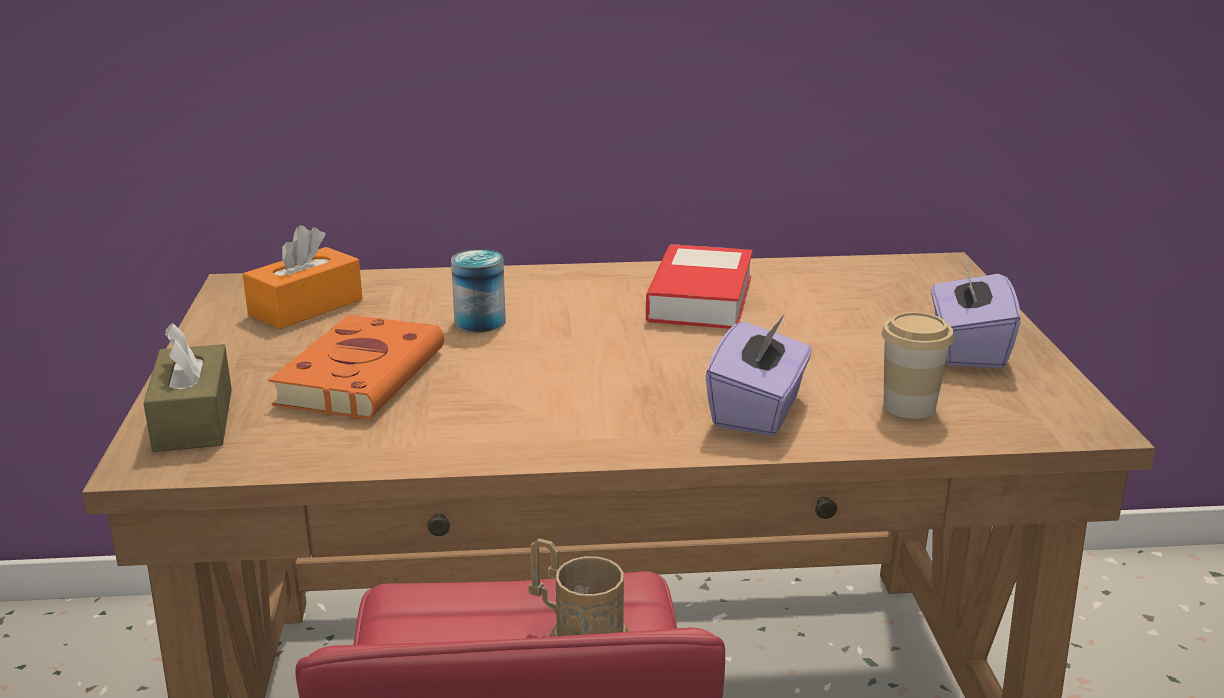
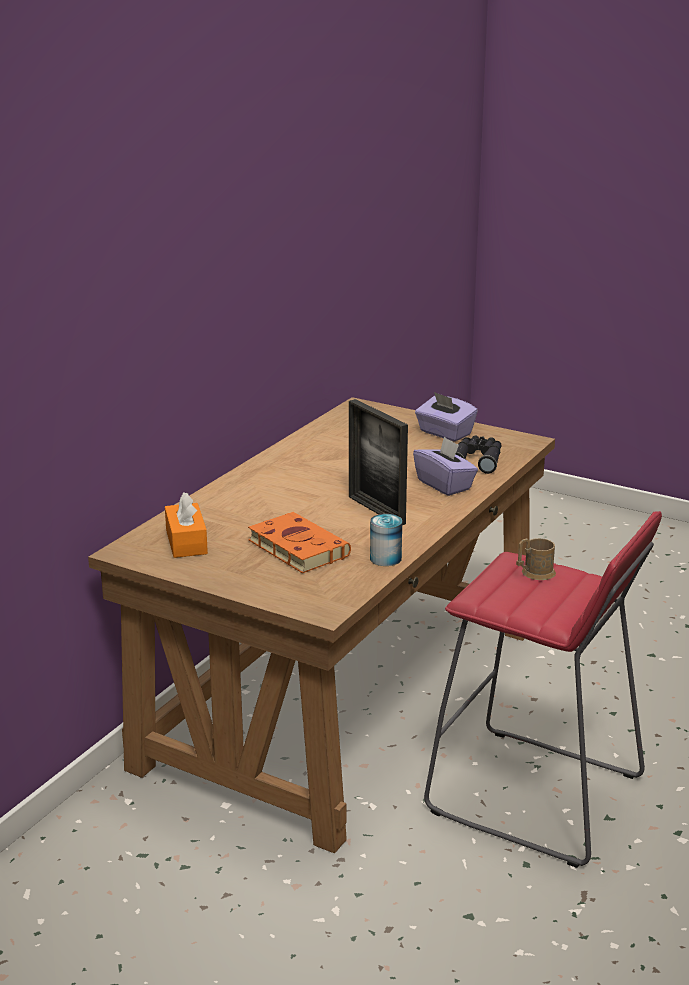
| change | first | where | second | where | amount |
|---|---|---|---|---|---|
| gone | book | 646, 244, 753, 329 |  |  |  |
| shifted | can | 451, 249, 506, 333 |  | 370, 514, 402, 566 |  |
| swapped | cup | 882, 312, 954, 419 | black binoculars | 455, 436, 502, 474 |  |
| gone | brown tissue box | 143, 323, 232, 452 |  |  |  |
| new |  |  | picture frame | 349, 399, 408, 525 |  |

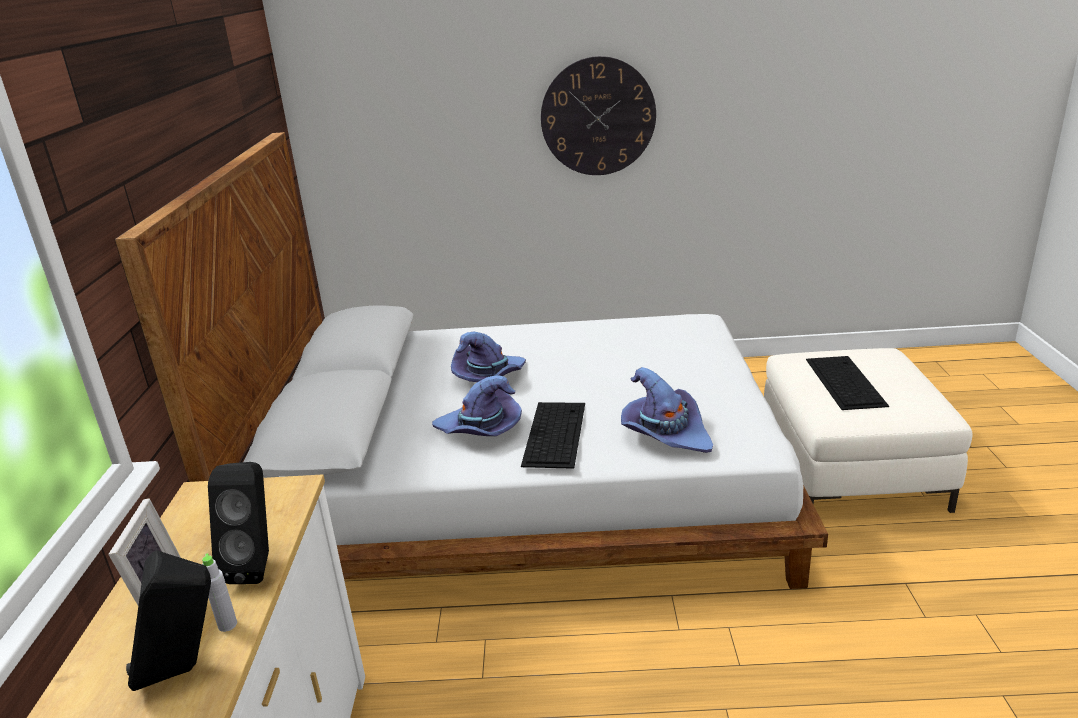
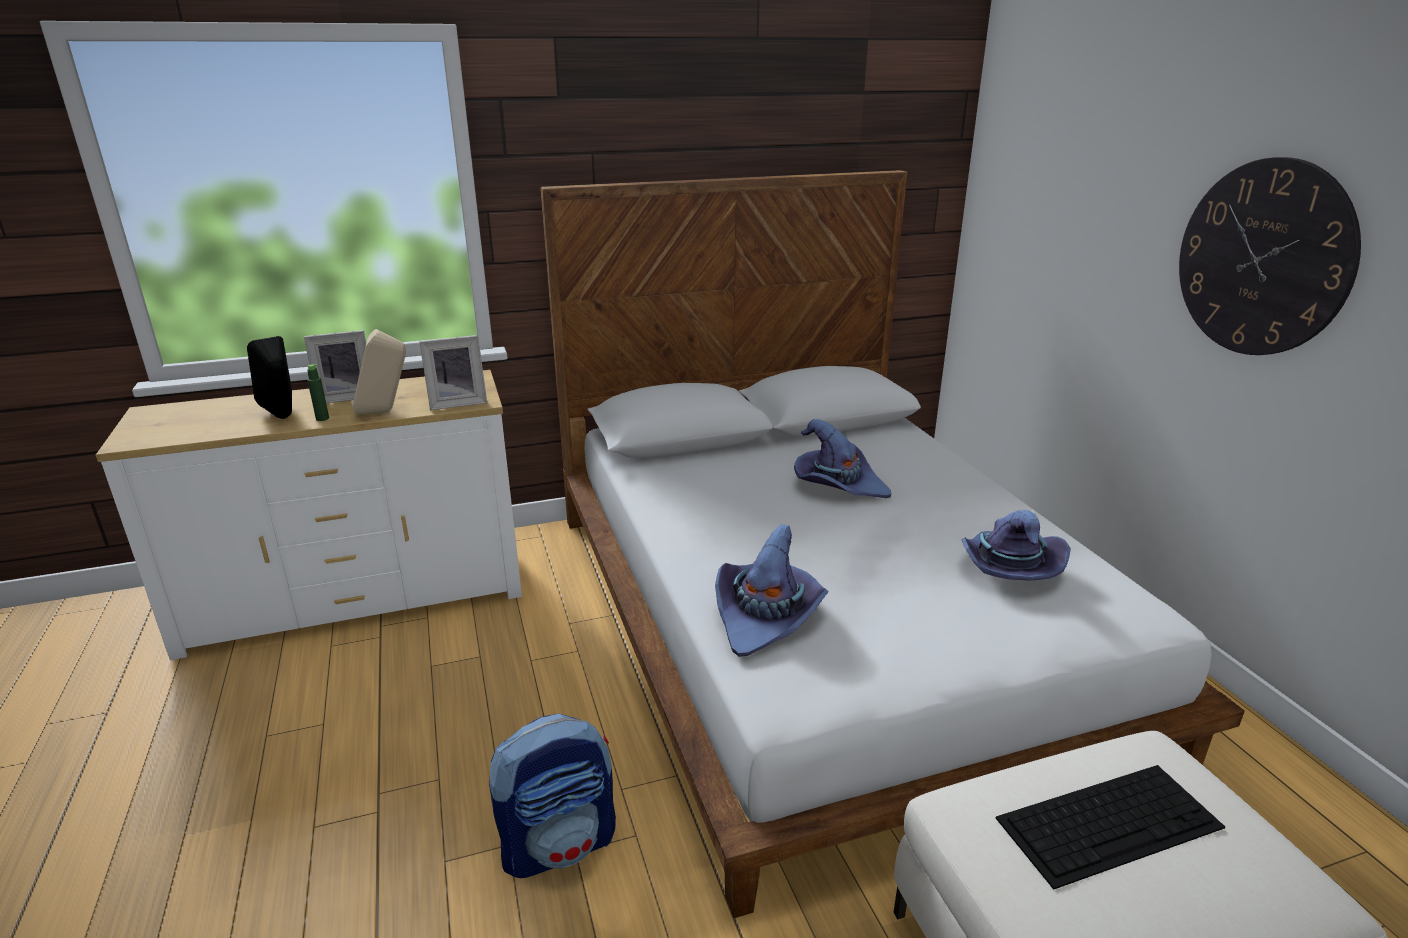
| change | first | where | second | where | amount |
|---|---|---|---|---|---|
| shifted | purple hat | 432, 375, 522, 436 |  | 962, 510, 1071, 581 |  |
| gone | keyboard | 521, 402, 585, 469 |  |  |  |
| repainted | black speaker | 208, 462, 269, 584 | beige speaker | 351, 329, 406, 415 |  |
| repainted | grey bottle | 202, 553, 237, 632 | green bottle | 307, 364, 329, 421 |  |
| new |  |  | picture frame | 419, 335, 487, 410 |  |
| new |  |  | backpack | 489, 714, 616, 878 |  |

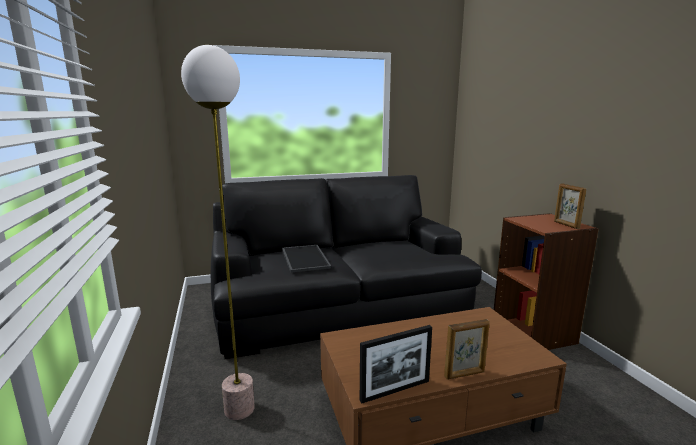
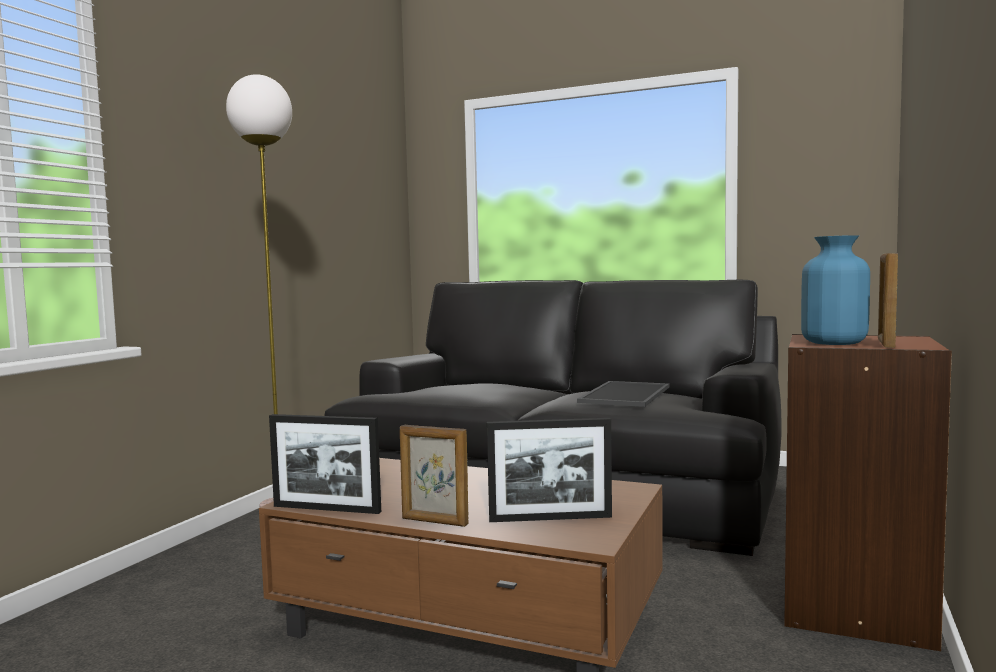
| change | first | where | second | where | amount |
|---|---|---|---|---|---|
| shifted | tray | 282, 245, 331, 273 |  | 577, 381, 669, 407 |  |
| new |  |  | blue vase | 801, 235, 870, 345 |  |
| new |  |  | picture frame | 487, 418, 612, 522 |  |

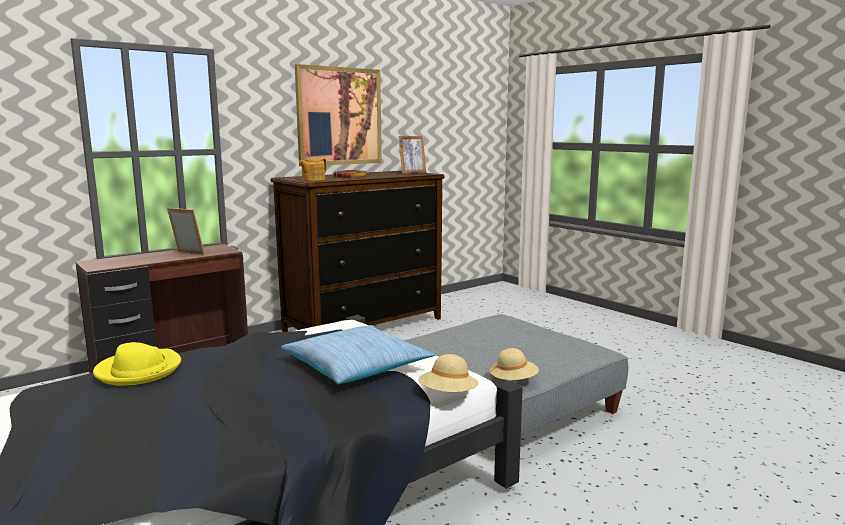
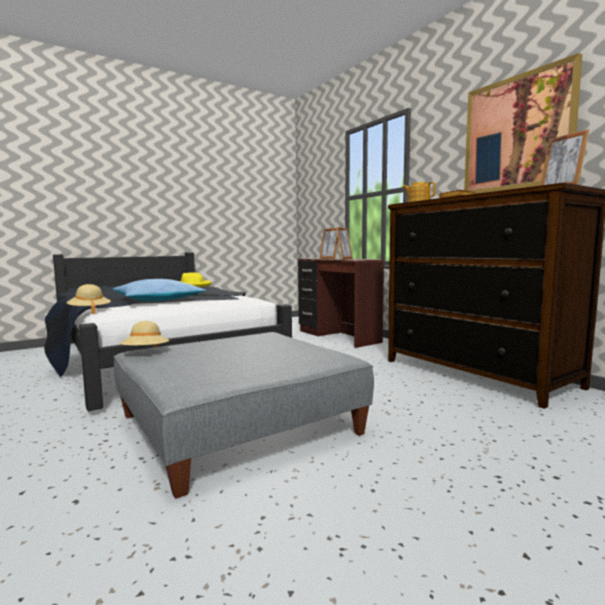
| change | first | where | second | where | amount |
|---|---|---|---|---|---|
| new |  |  | picture frame | 319, 228, 339, 259 |  |

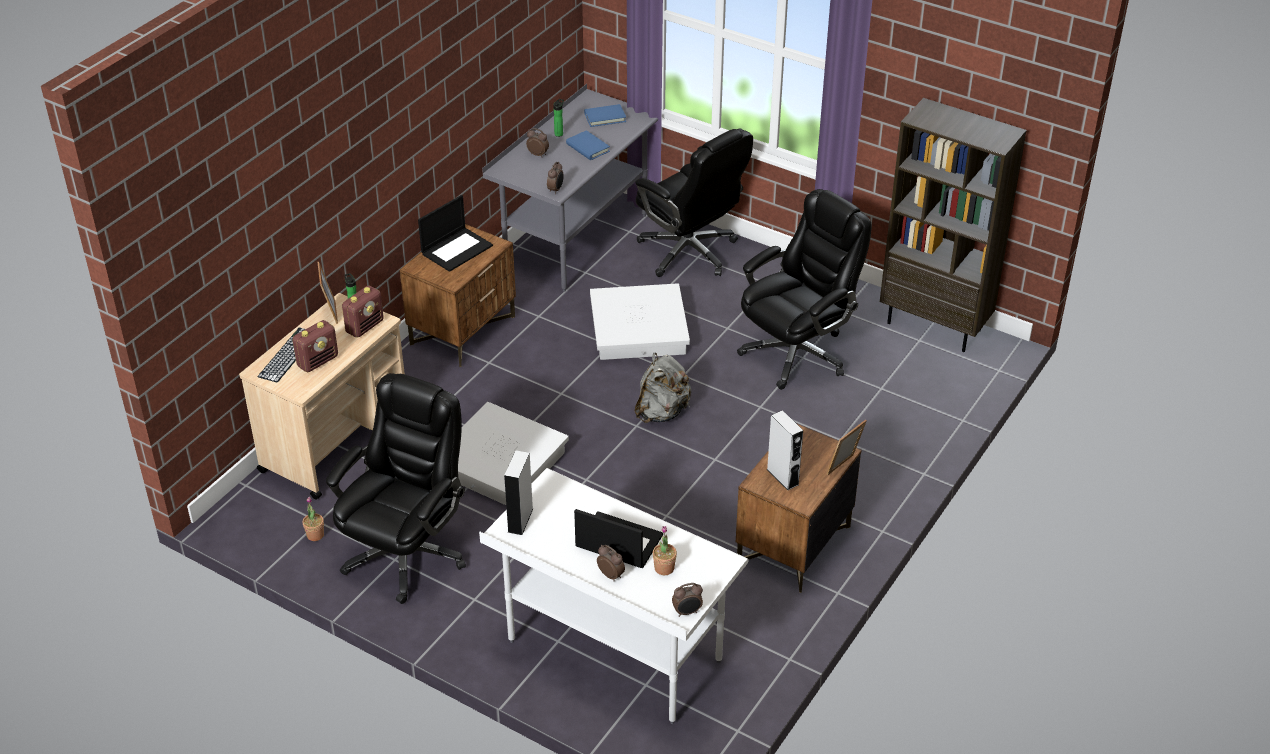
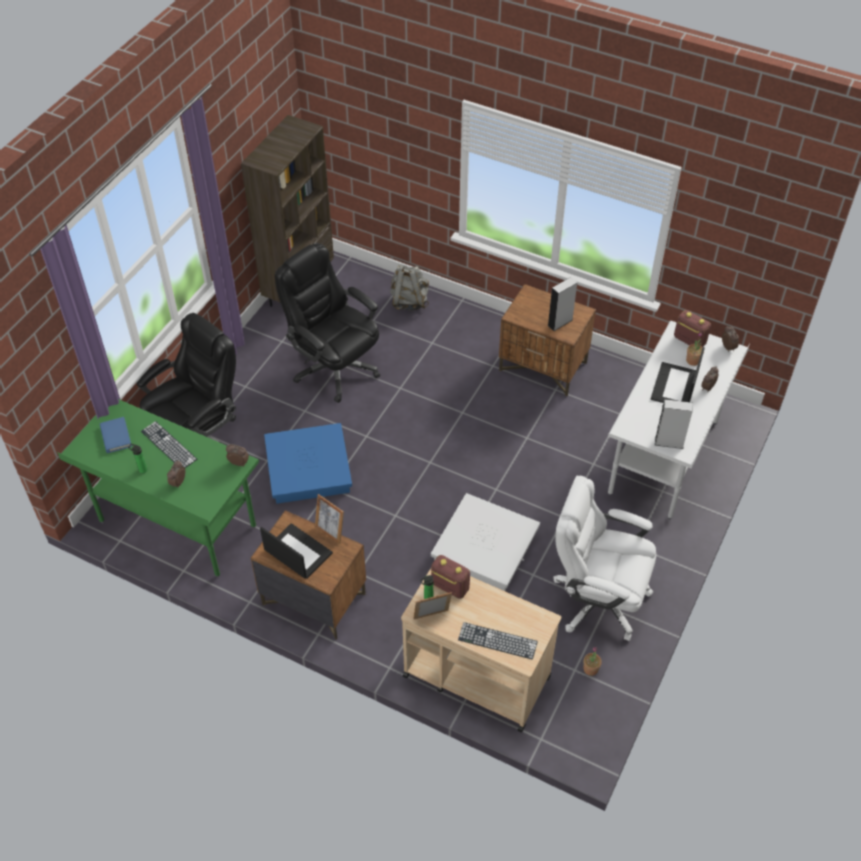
| change | first | where | second | where | amount |
|---|---|---|---|---|---|
| repainted | grey desk | 482, 84, 658, 292 | green desk | 57, 399, 259, 577 |  |
| swapped | blue book | 566, 130, 610, 160 | keyboard | 141, 421, 197, 468 |  |
| repainted | white storage box | 590, 283, 690, 360 | blue storage box | 264, 423, 352, 504 |  |
| shifted | radio | 293, 320, 338, 372 |  | 674, 310, 711, 347 |  |
| shifted | grey backpack | 635, 353, 691, 423 |  | 390, 264, 429, 311 |  |
| repainted | black office chair | 326, 373, 466, 604 | white office chair | 553, 476, 656, 641 |  |
| shifted | picture frame | 826, 420, 867, 476 |  | 315, 494, 344, 544 |  |

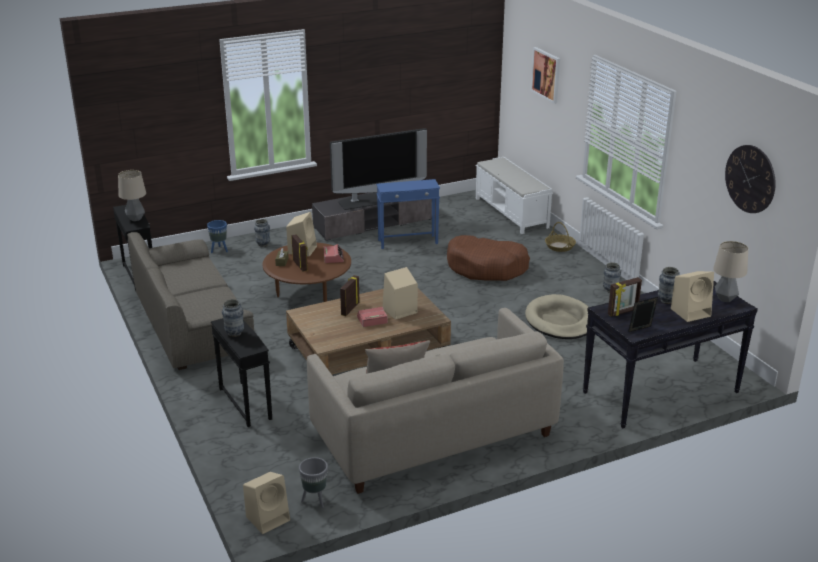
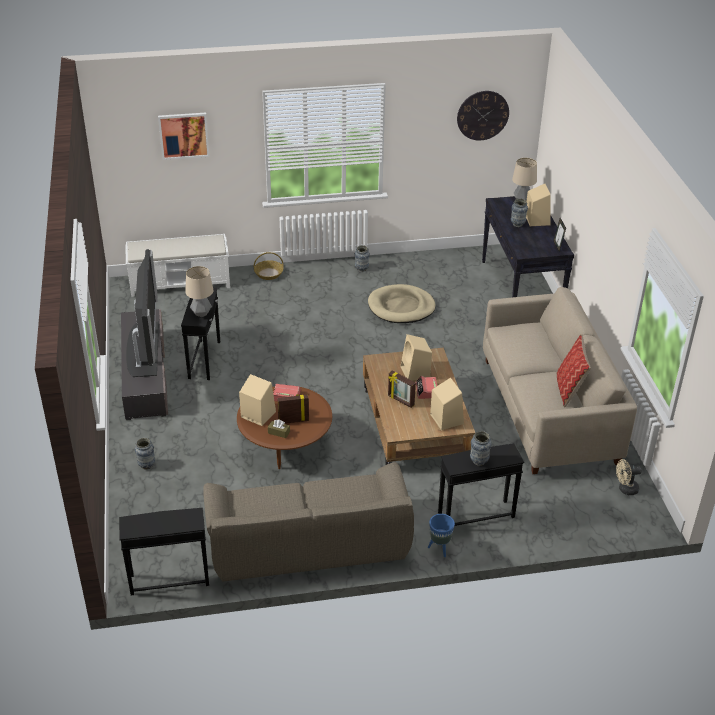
| change | first | where | second | where | amount |
|---|---|---|---|---|---|
| shifted | table lamp | 118, 170, 146, 221 |  | 185, 266, 214, 317 |  |
| repainted | blue side table | 376, 179, 440, 249 | black side table | 181, 288, 220, 380 |  |
| shifted | blue planter | 207, 220, 228, 253 |  | 428, 514, 455, 557 |  |
| gone | brown dog bed | 447, 235, 530, 281 |  |  |  |
| gone | picture frame | 608, 277, 642, 317 |  |  |  |
| swapped | grey planter | 299, 457, 328, 508 | beige fan | 616, 459, 642, 495 |  |
| shifted | beige speaker | 243, 472, 290, 534 |  | 430, 378, 464, 430 |  |

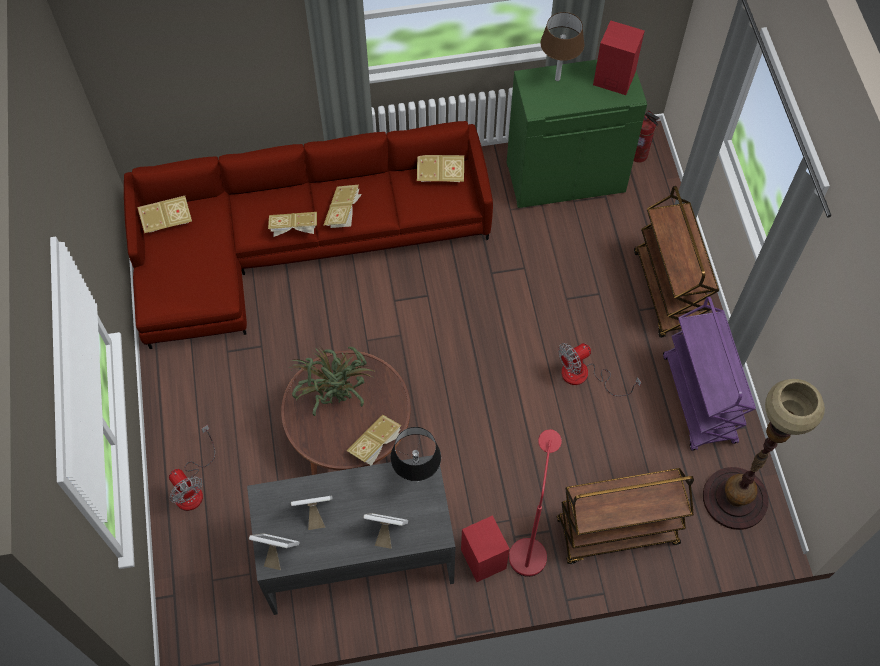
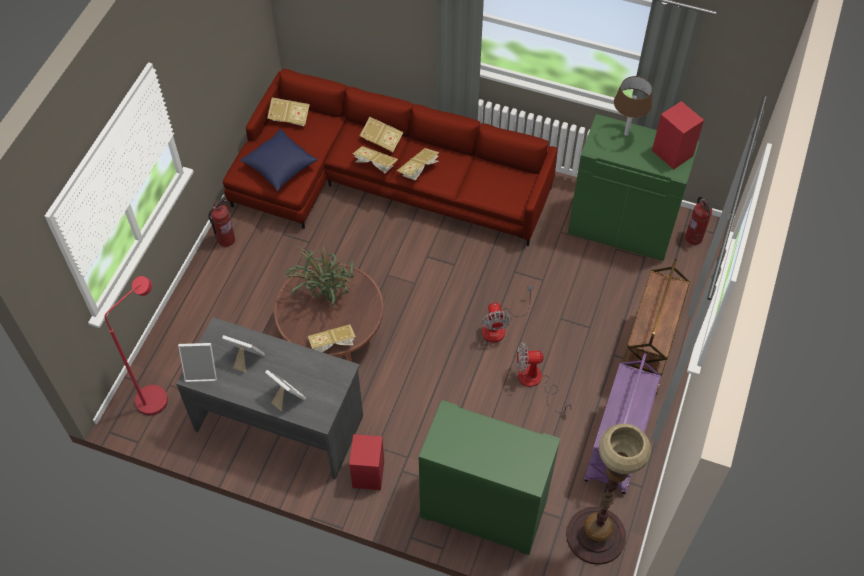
| change | first | where | second | where | amount |
|---|---|---|---|---|---|
| shifted | book | 417, 155, 464, 182 |  | 360, 117, 404, 152 |  |
| shifted | fan | 169, 425, 215, 511 |  | 482, 286, 533, 342 |  |
| gone | black table lamp | 390, 427, 441, 483 |  |  |  |
| shifted | red floor lamp | 509, 429, 562, 577 |  | 104, 276, 168, 415 |  |
| swapped | brown cart | 557, 468, 694, 564 | green cabinet | 419, 400, 560, 555 |  |
| rotated | picture frame | 249, 533, 299, 570 |  | 178, 343, 217, 382 | 135 degrees clockwise |
| new |  |  | blue pillow | 240, 129, 318, 191 |  |
| new |  |  | fire extinguisher | 208, 196, 235, 247 |  |

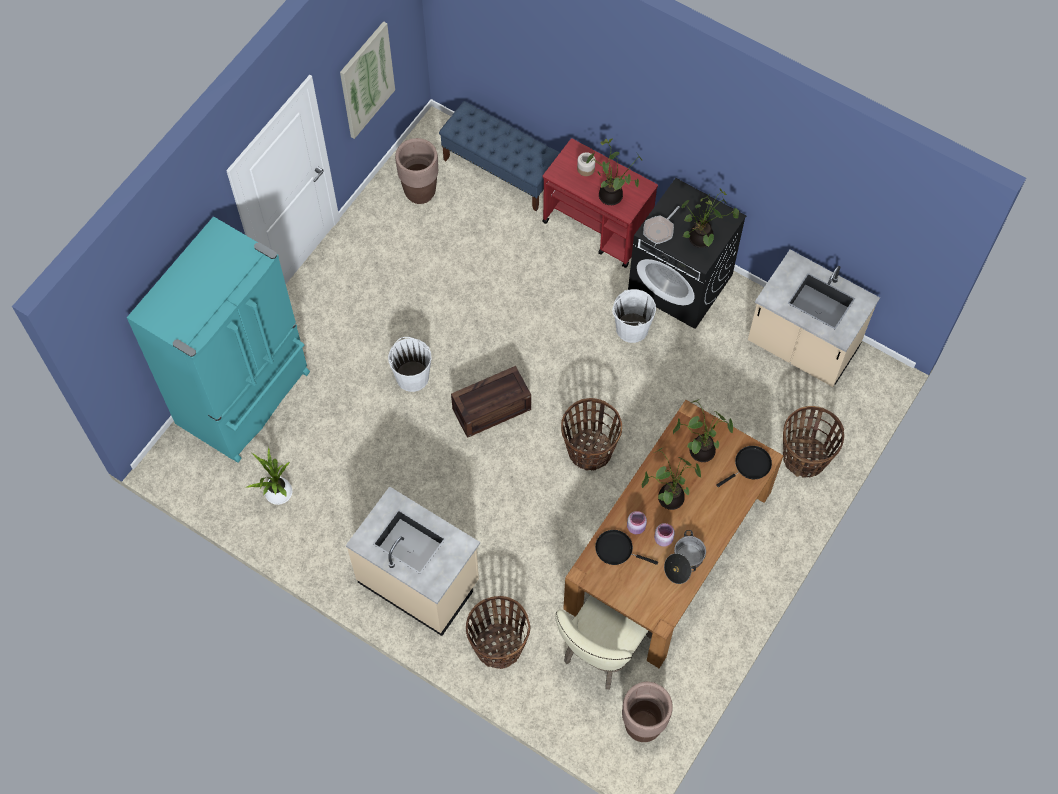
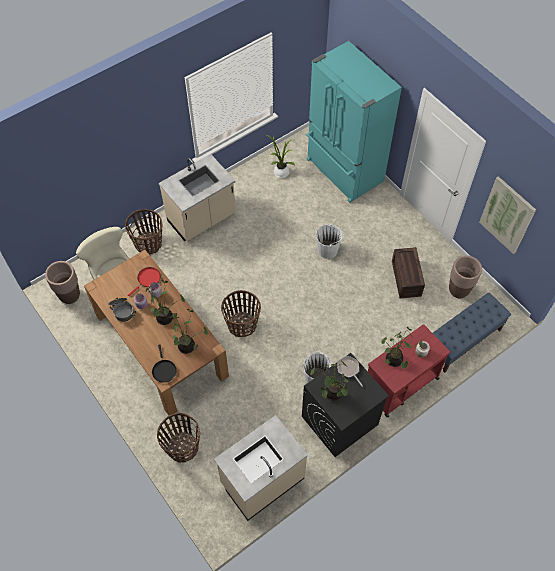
| change | first | where | second | where | amount |
|---|---|---|---|---|---|
| shifted | crate | 451, 366, 531, 438 |  | 392, 247, 425, 298 |  |
| repainted | black frying pan | 595, 530, 658, 565 | red frying pan | 128, 267, 161, 296 |  |

